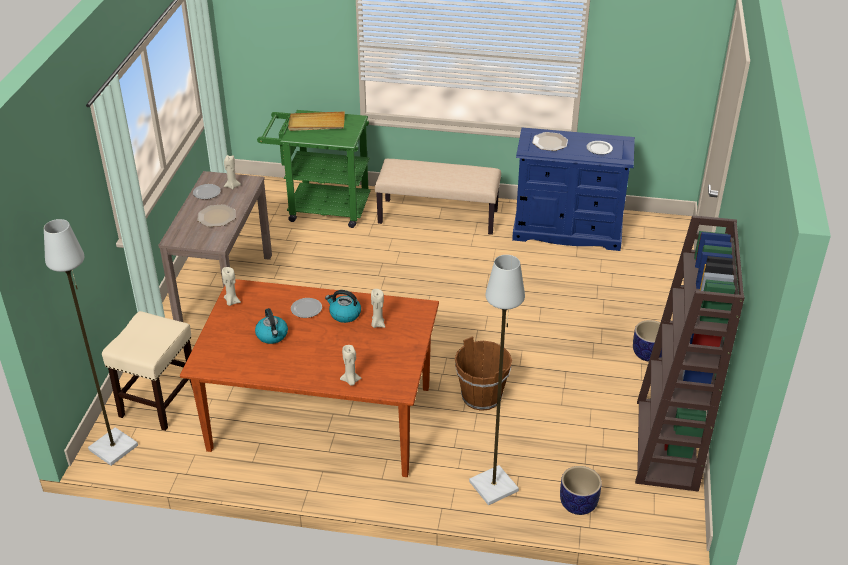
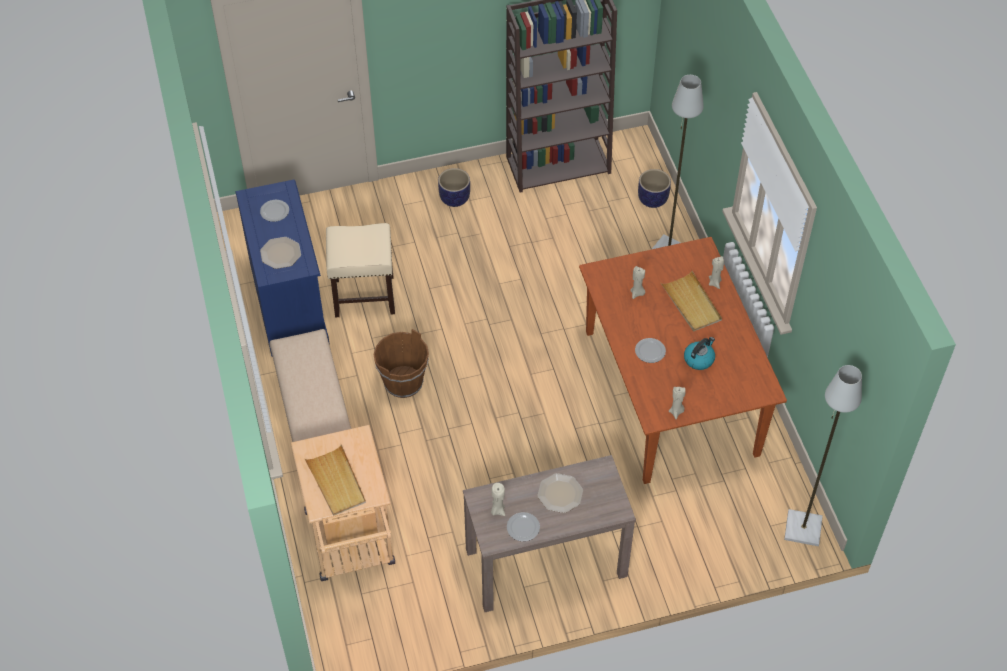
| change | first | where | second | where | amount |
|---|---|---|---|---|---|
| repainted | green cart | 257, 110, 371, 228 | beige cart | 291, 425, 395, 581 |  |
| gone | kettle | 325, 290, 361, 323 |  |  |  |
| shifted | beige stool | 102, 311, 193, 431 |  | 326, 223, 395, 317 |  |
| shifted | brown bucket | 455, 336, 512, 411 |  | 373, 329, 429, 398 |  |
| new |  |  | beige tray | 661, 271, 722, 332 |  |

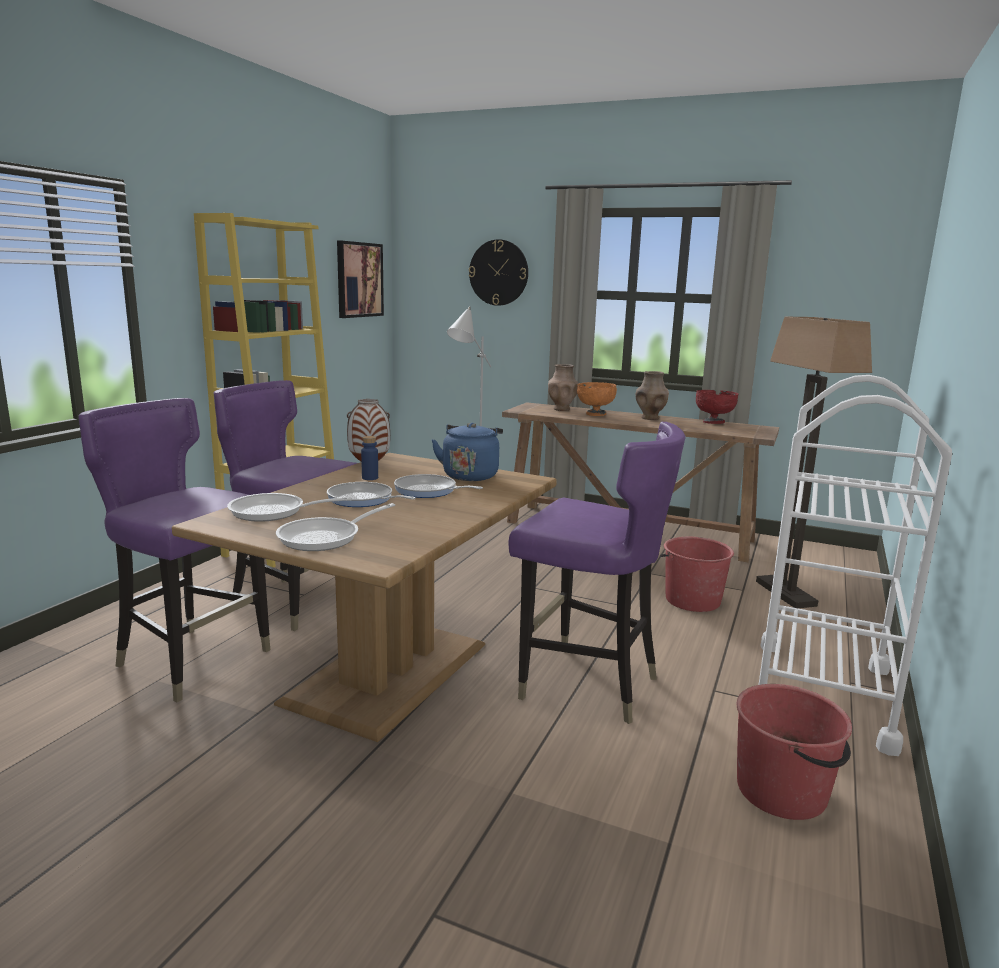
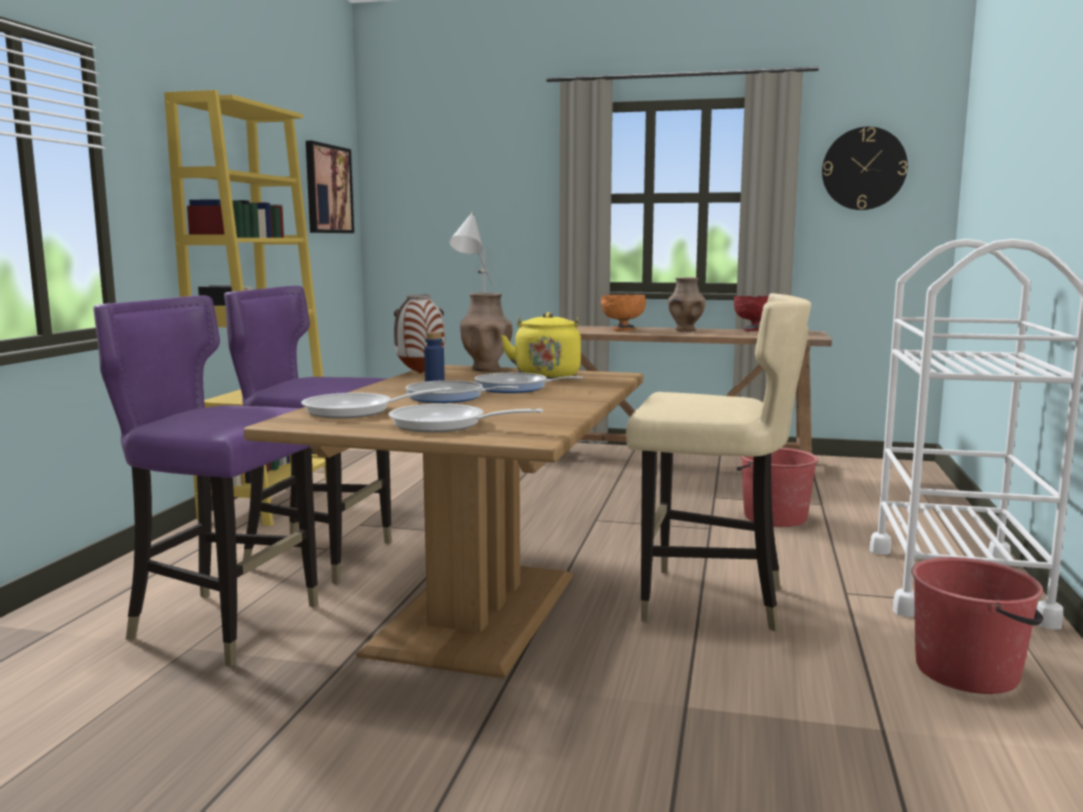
| change | first | where | second | where | amount |
|---|---|---|---|---|---|
| shifted | wall clock | 469, 239, 528, 306 |  | 822, 127, 908, 210 |  |
| gone | floor lamp | 756, 317, 872, 608 |  |  |  |
| shifted | brown vase | 548, 364, 579, 411 |  | 460, 293, 513, 371 |  |
| repainted | purple chair | 508, 422, 686, 724 | beige chair | 626, 293, 811, 631 |  |
| repainted | blue kettle | 431, 423, 503, 481 | yellow kettle | 501, 312, 581, 379 |  |
| rotated | frying pan | 276, 503, 395, 551 |  | 389, 404, 543, 432 | 75 degrees clockwise |

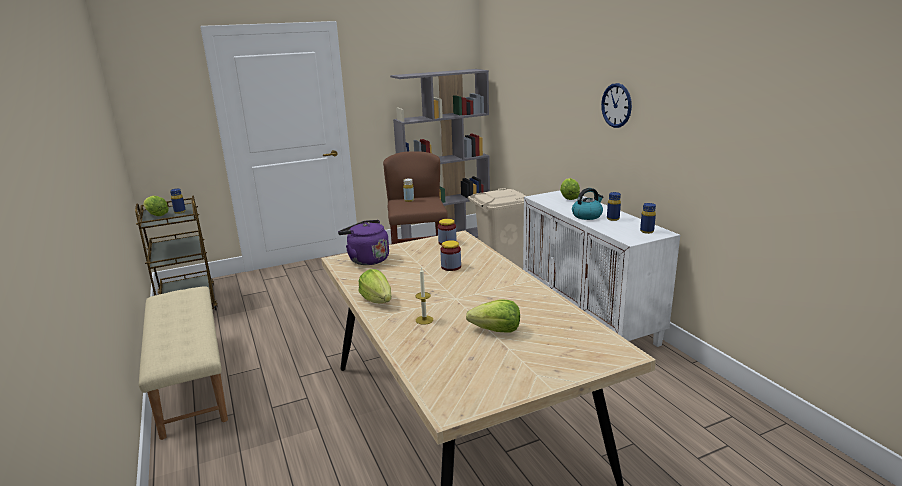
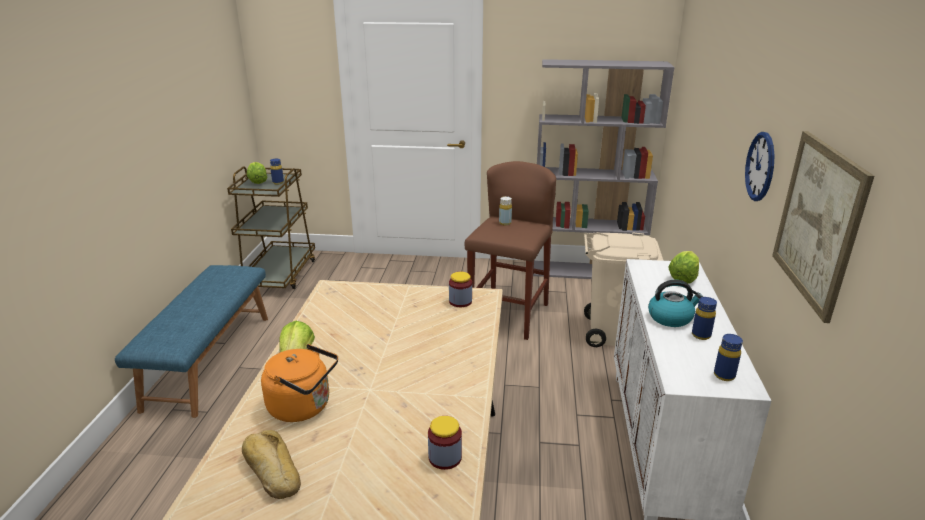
| change | first | where | second | where | amount |
|---|---|---|---|---|---|
| gone | purple kettle | 338, 220, 389, 265 |  |  |  |
| shifted | jar | 440, 240, 461, 271 |  | 428, 416, 462, 470 |  |
| swapped | candle | 415, 267, 433, 325 | orange kettle | 261, 344, 338, 422 |  |
| repainted | beige bench | 139, 286, 228, 440 | blue bench | 115, 265, 268, 418 |  |
| gone | lettuce | 466, 299, 520, 333 |  |  |  |
| new |  |  | picture | 772, 131, 874, 323 |  |
| new |  |  | bread | 242, 430, 301, 499 |  |

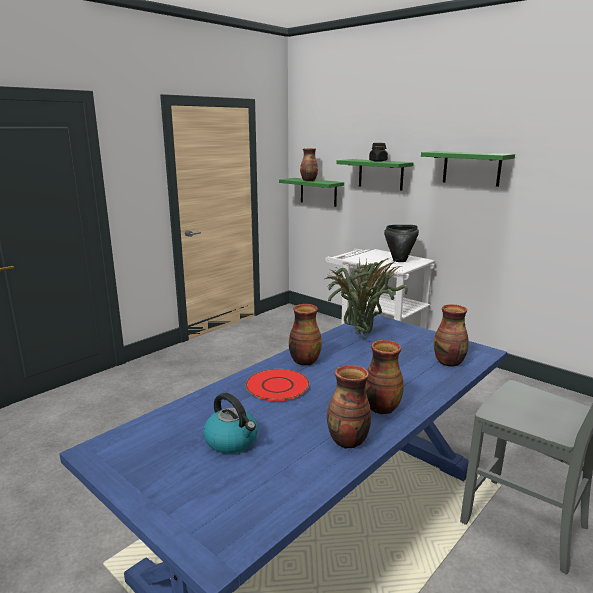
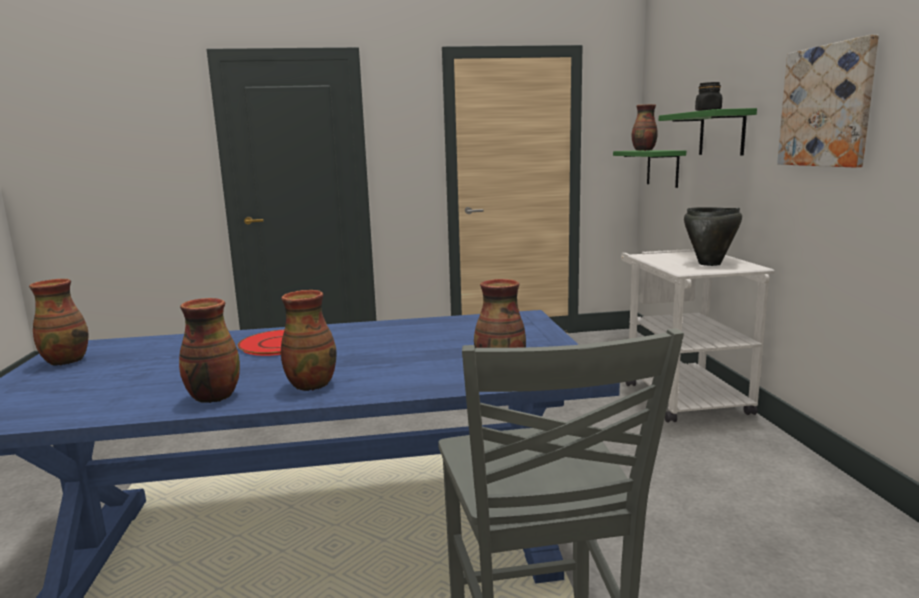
| change | first | where | second | where | amount |
|---|---|---|---|---|---|
| swapped | green shelf | 421, 151, 515, 187 | picture | 777, 35, 879, 168 |  |
| gone | potted plant | 323, 258, 408, 339 |  |  |  |
| shifted | vase | 289, 304, 322, 366 |  | 29, 279, 88, 366 |  |
| gone | kettle | 203, 393, 258, 454 |  |  |  |

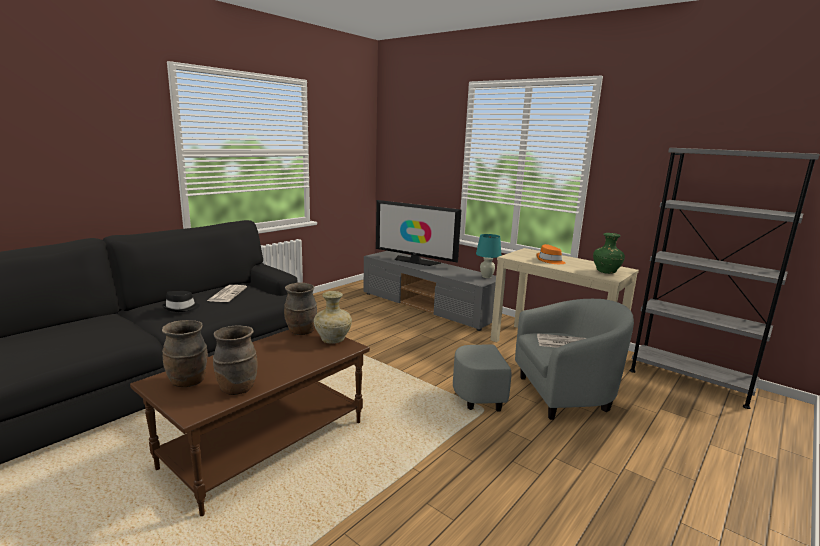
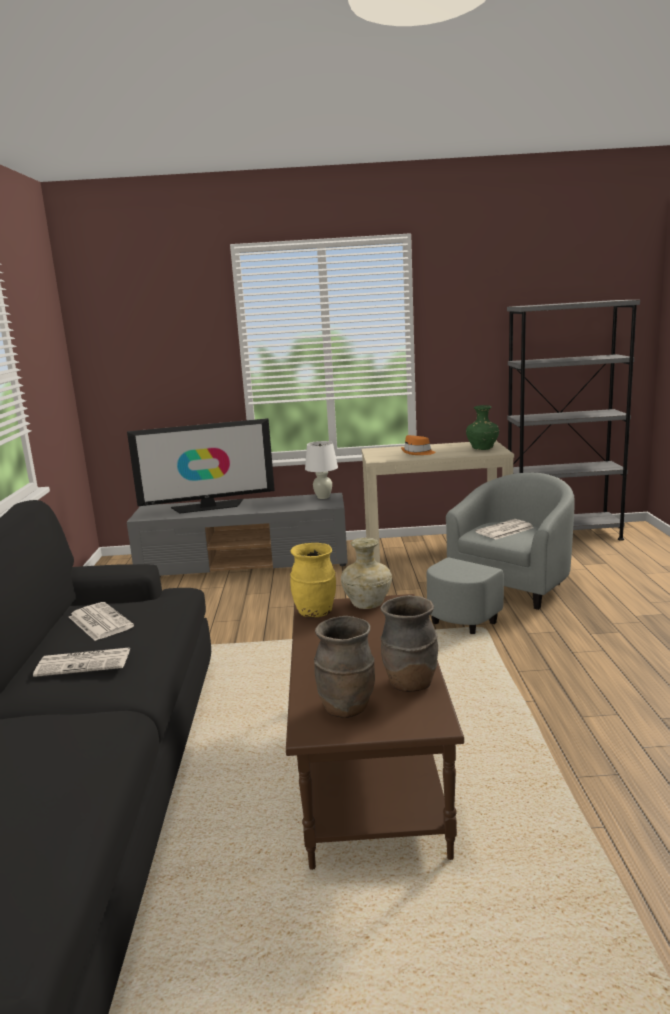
| change | first | where | second | where | amount |
|---|---|---|---|---|---|
| repainted | turquoise table lamp | 476, 234, 501, 278 | white table lamp | 305, 441, 338, 499 |  |
| repainted | brown vase | 284, 283, 317, 335 | yellow vase | 290, 543, 336, 618 |  |
| swapped | black hat | 162, 291, 200, 312 | newspaper | 33, 648, 130, 677 |  |

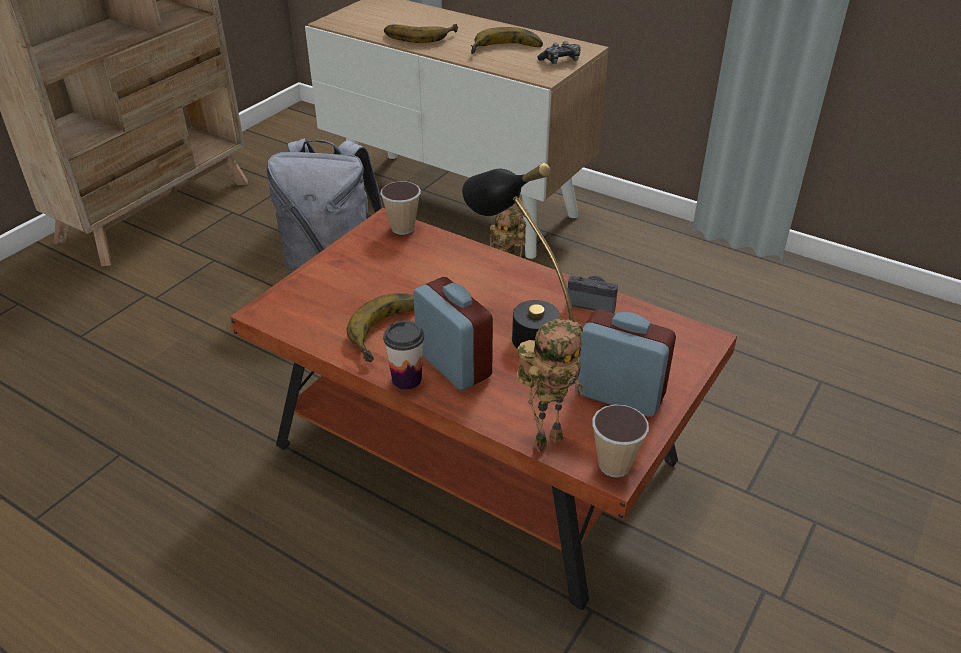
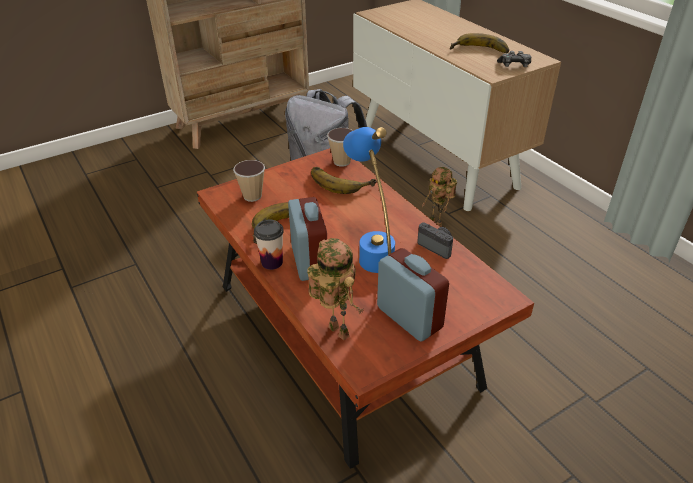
| change | first | where | second | where | amount |
|---|---|---|---|---|---|
| shifted | banana | 384, 24, 458, 43 |  | 311, 167, 377, 194 |  |
| repainted | black table lamp | 462, 163, 574, 348 | blue table lamp | 343, 127, 395, 273 |  |
| rotated | toy robot | 517, 318, 584, 452 |  | 307, 238, 364, 341 | 120 degrees counterclockwise |
| shifted | cup | 592, 405, 649, 477 |  | 233, 160, 265, 202 |  |

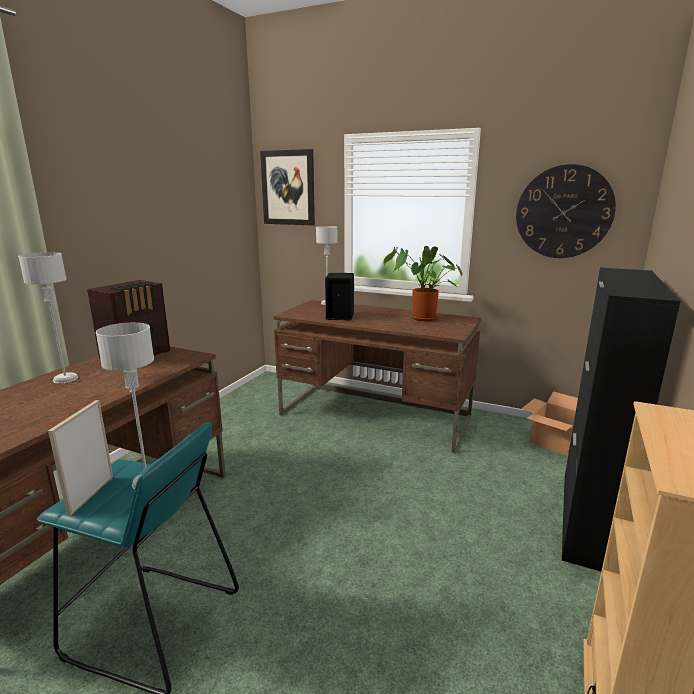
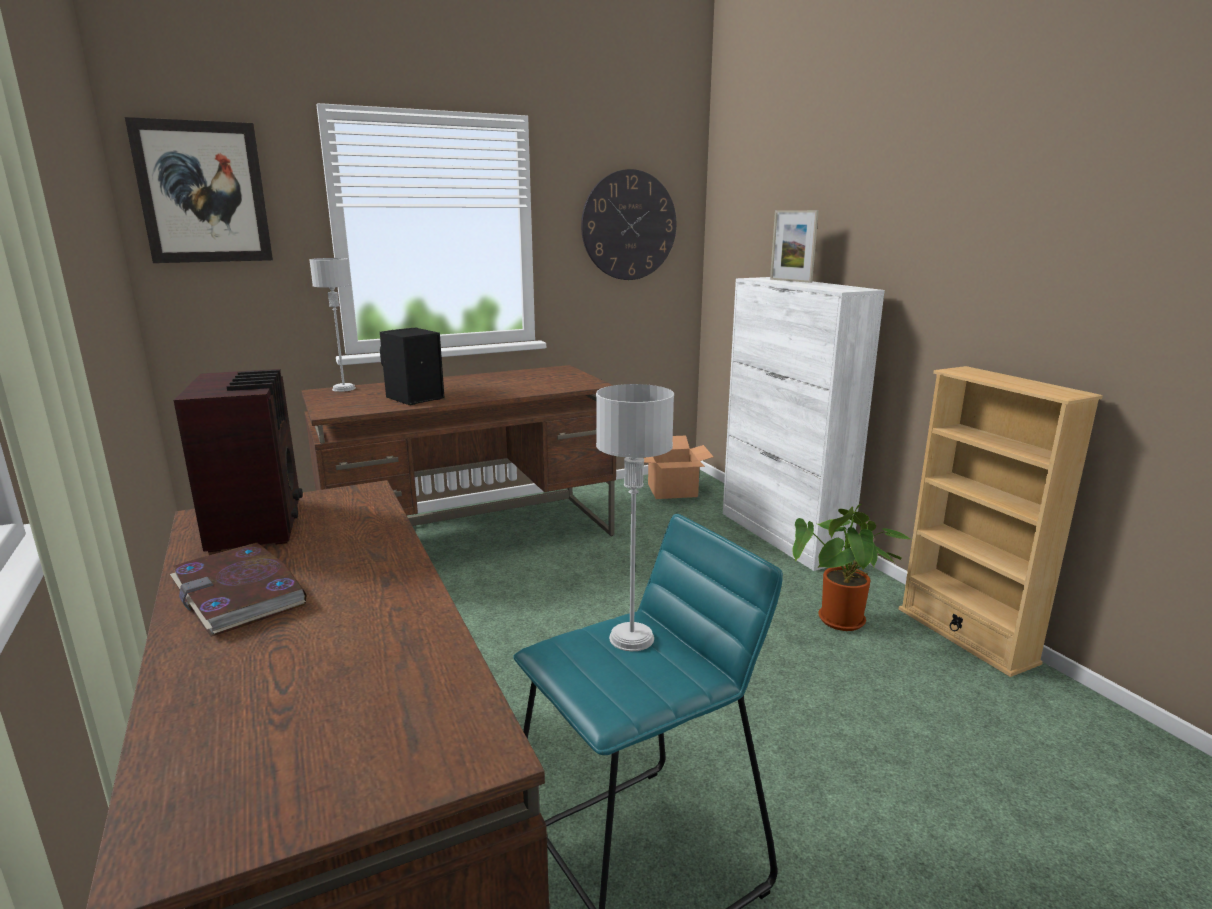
| change | first | where | second | where | amount |
|---|---|---|---|---|---|
| shifted | potted plant | 383, 246, 462, 321 |  | 792, 504, 913, 631 |  |
| swapped | grey table lamp | 18, 252, 78, 384 | book | 170, 543, 306, 637 |  |
| repainted | black cabinet | 562, 268, 681, 571 | white cabinet | 723, 277, 885, 571 |  |
| shifted | picture frame | 48, 400, 113, 516 |  | 770, 210, 819, 283 |  |

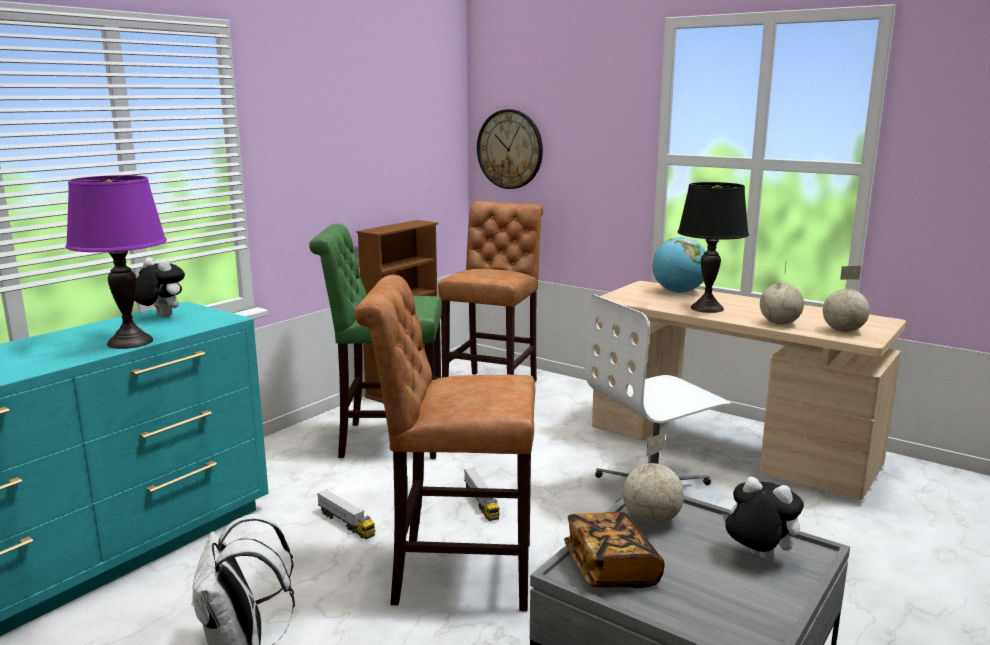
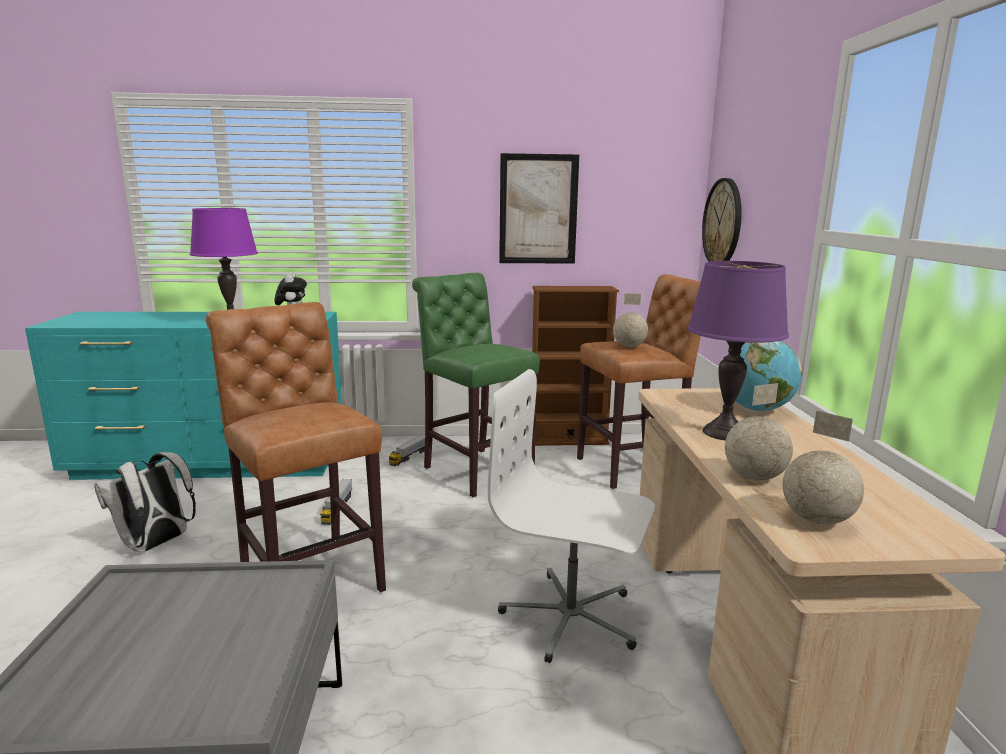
| change | first | where | second | where | amount |
|---|---|---|---|---|---|
| repainted | black table lamp | 678, 182, 749, 313 | purple table lamp | 687, 261, 789, 441 |  |
| shifted | globe | 623, 432, 684, 525 |  | 613, 293, 648, 347 |  |
| shifted | toy truck | 464, 468, 500, 521 |  | 389, 434, 425, 466 |  |
| gone | plush toy | 722, 477, 804, 560 |  |  |  |
| gone | book | 564, 512, 664, 588 |  |  |  |
| new |  |  | picture | 499, 153, 579, 264 |  |

